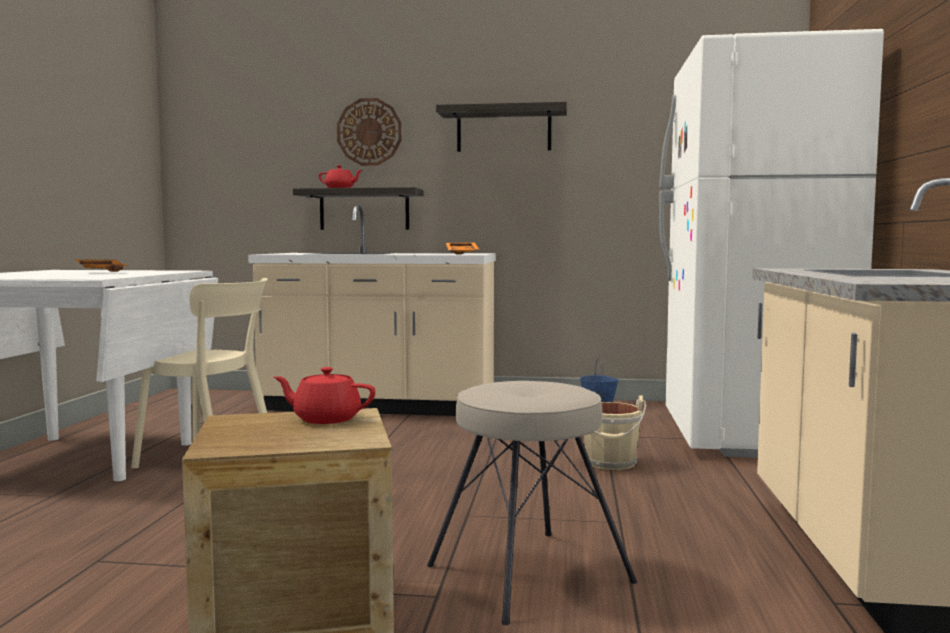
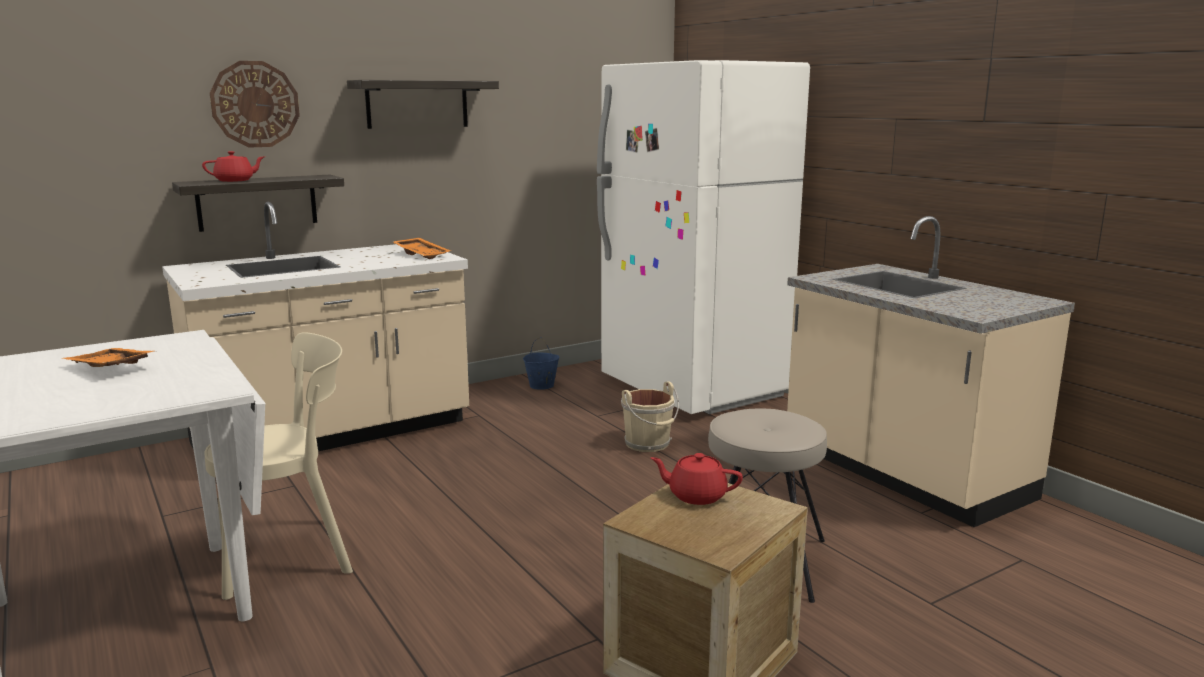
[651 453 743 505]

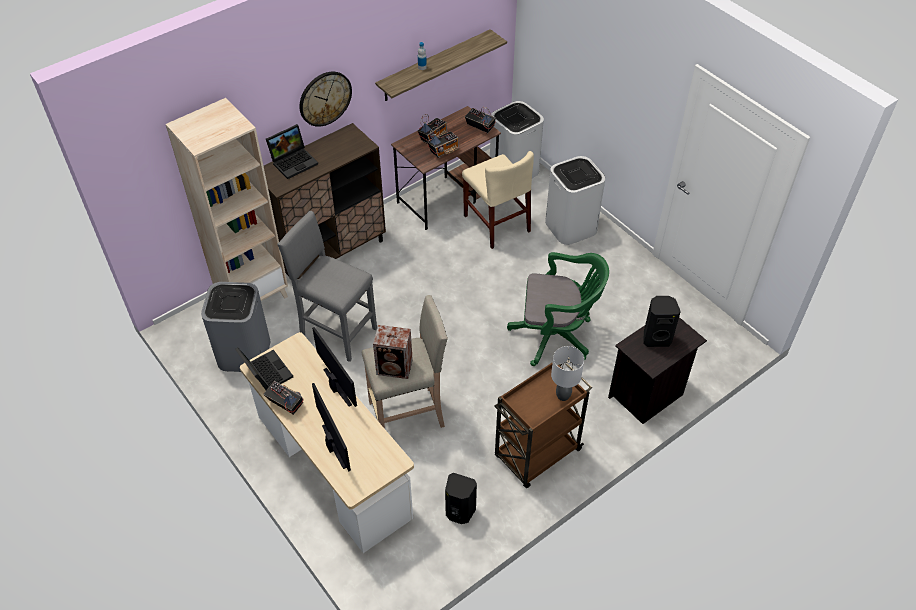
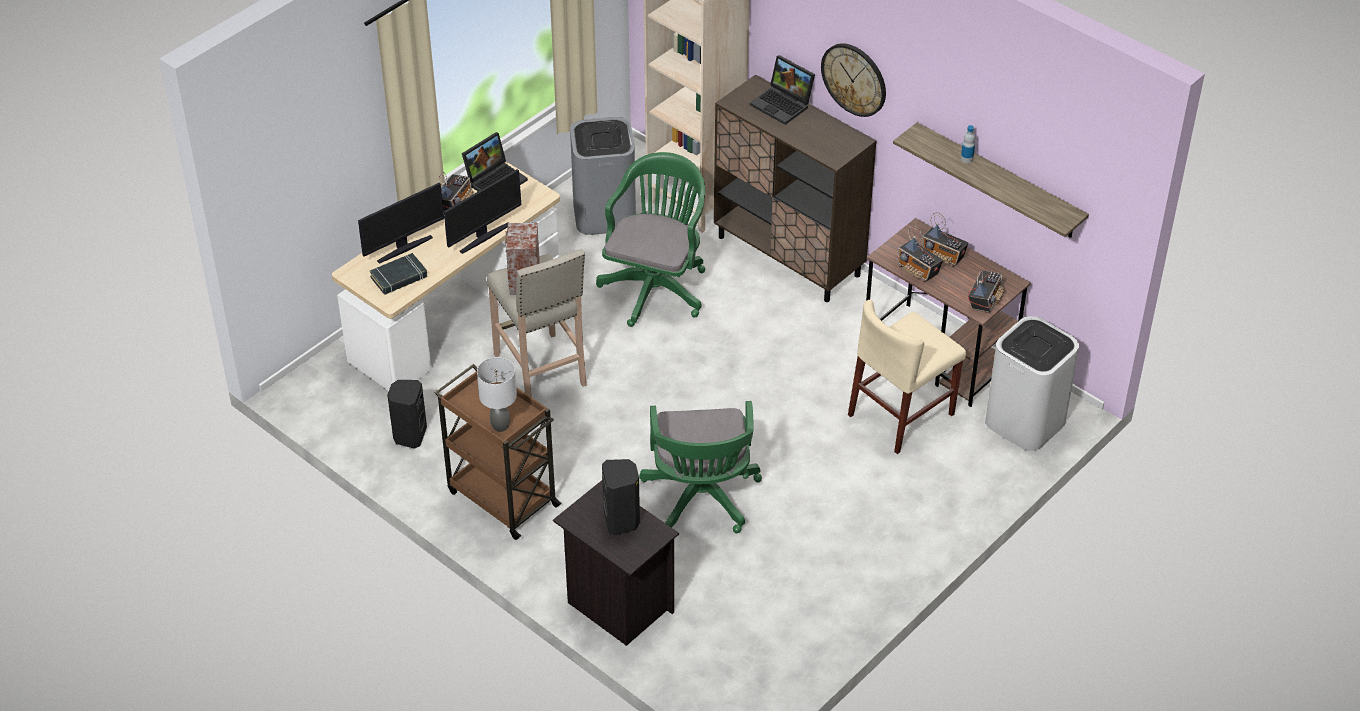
[370 253 427 295]
[596 152 705 327]
[545 156 605 245] (first image)

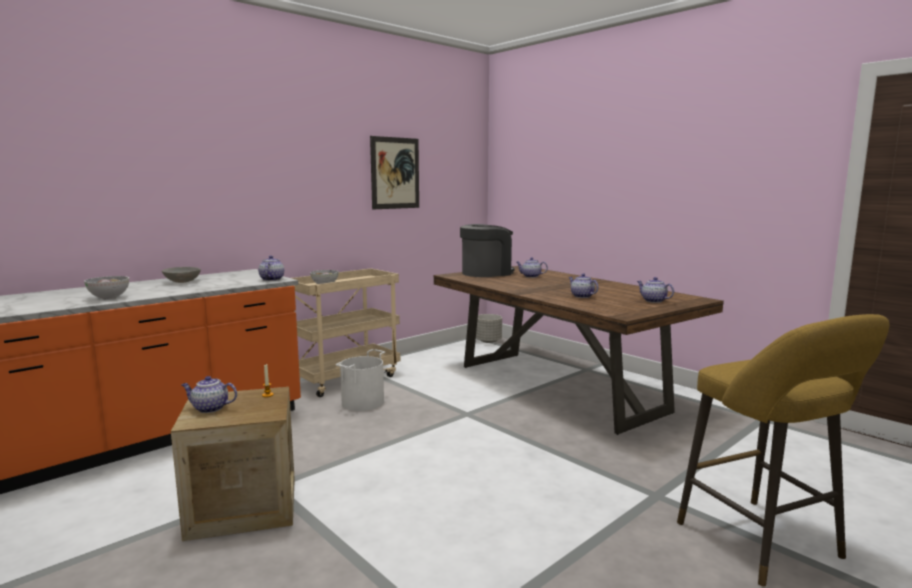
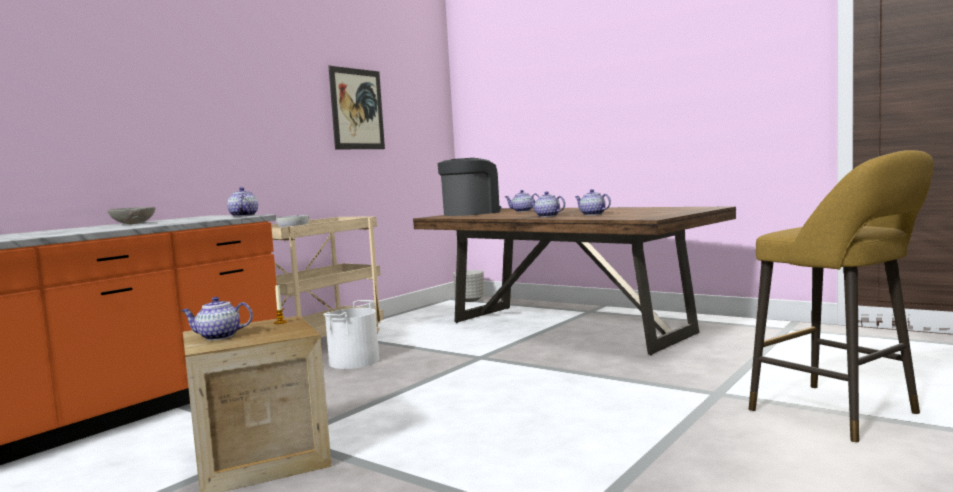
[530 192 565 217]
[84 276 129 299] (first image)

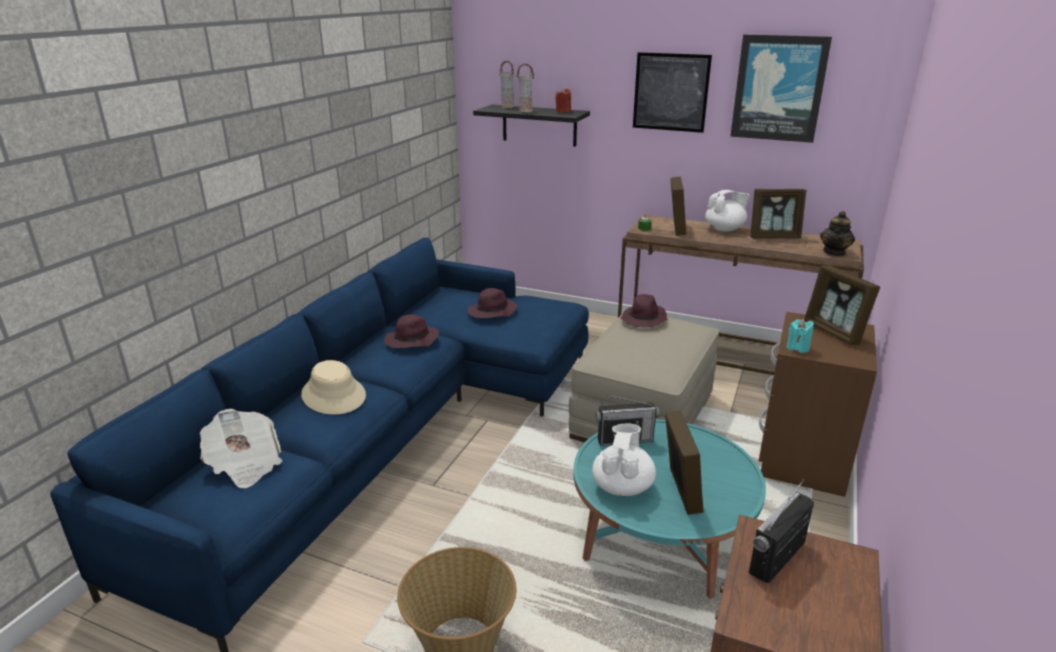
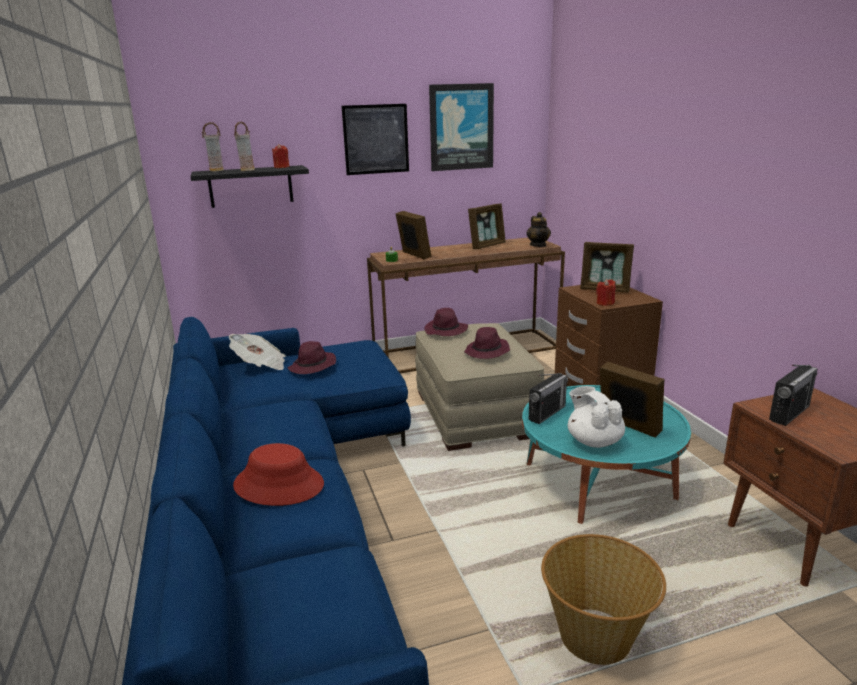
[229 334 286 370]
[233 443 324 506]
[464 327 510 359]
[596 279 616 306]
[769 365 818 426]
[705 190 750 231] (first image)

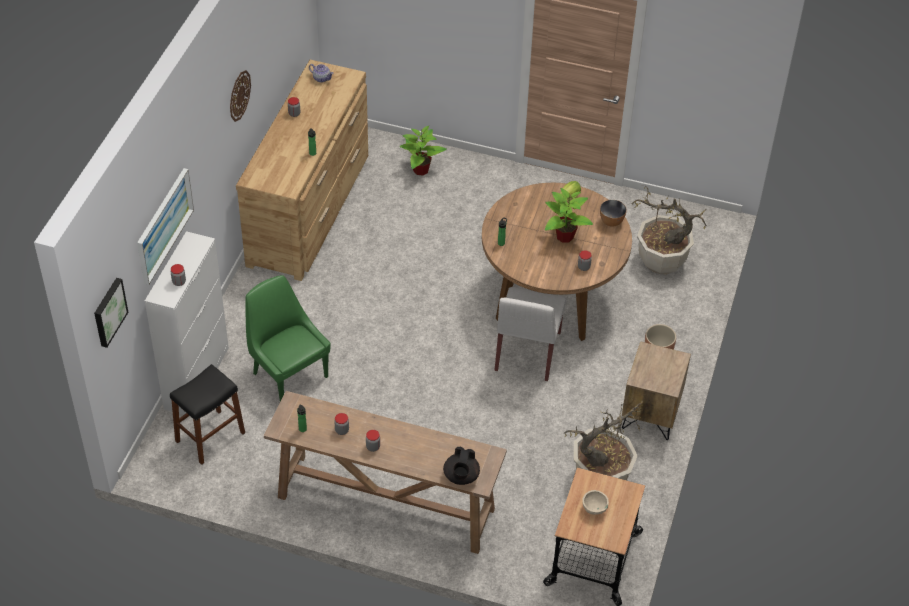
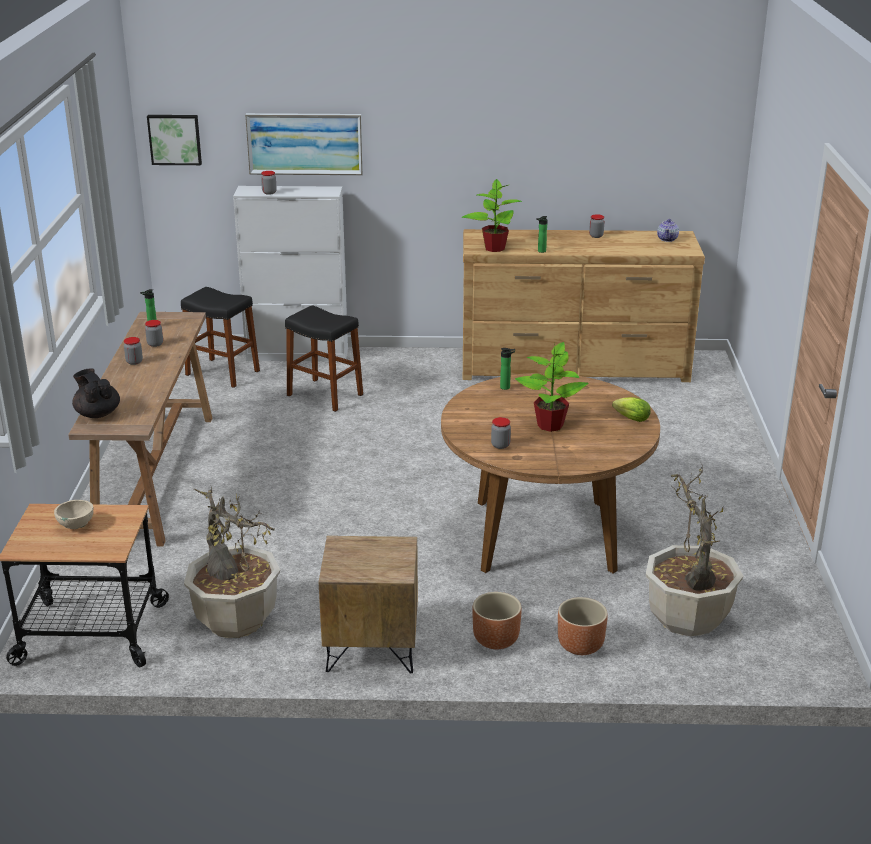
[72 368 120 418]
[285 305 363 412]
[462 179 522 252]
[558 597 608 655]
[230 70 251 122] (first image)
[494 287 566 381] (first image)
[600 200 627 227] (first image)

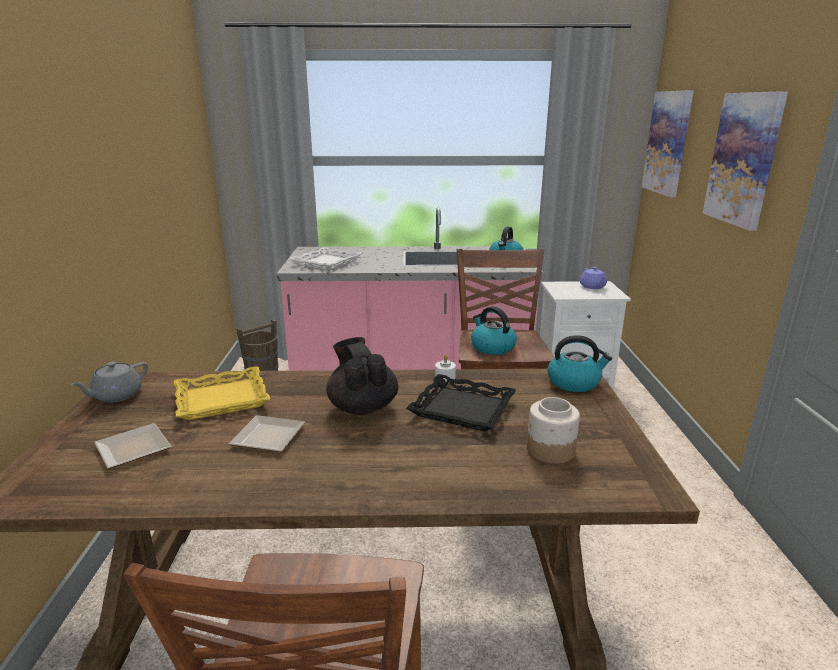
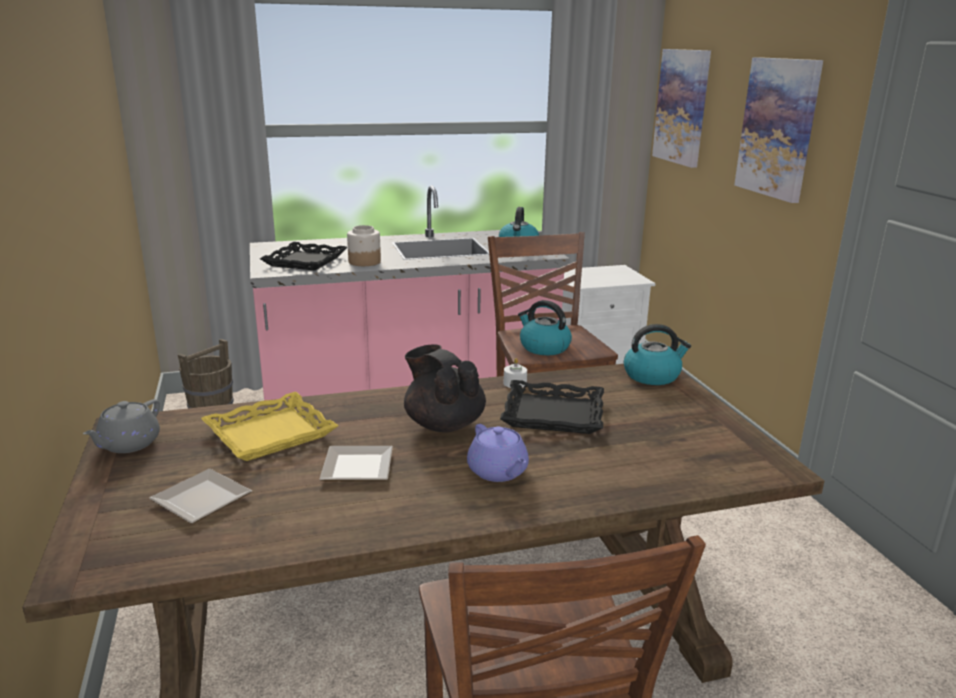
[260 242 347 270]
[347 225 381 266]
[467 424 529 482]

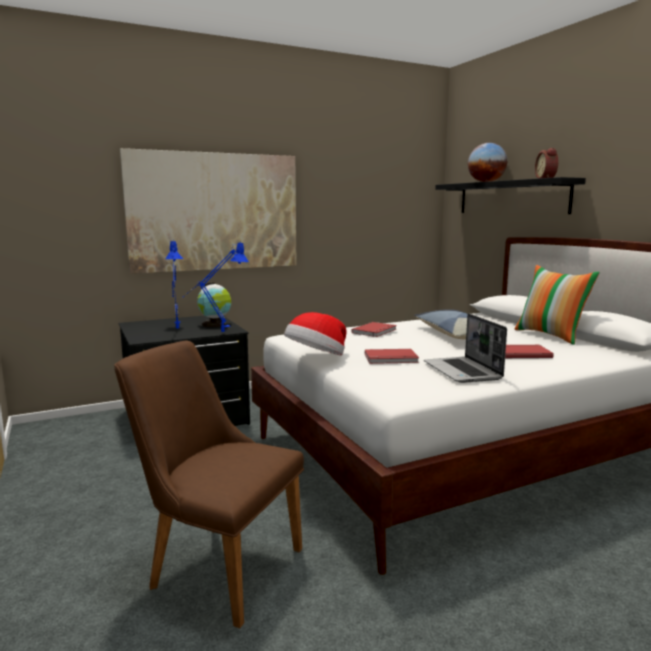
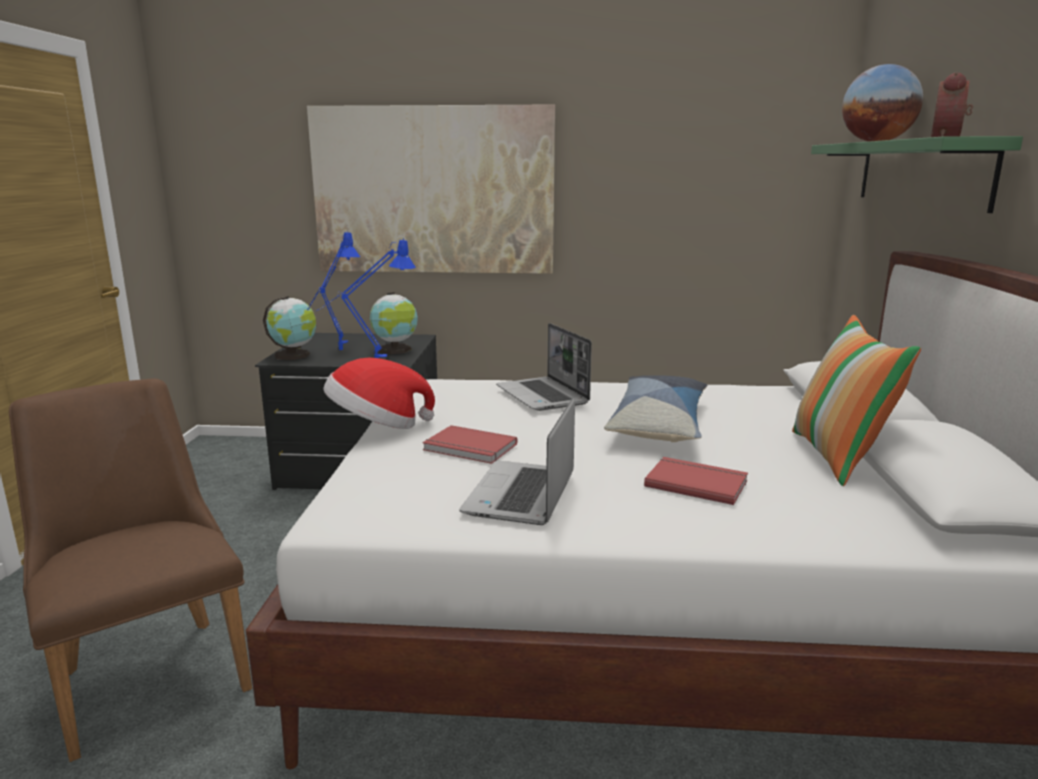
[263 296 316 360]
[496 323 592 411]
[811 136 1023 213]

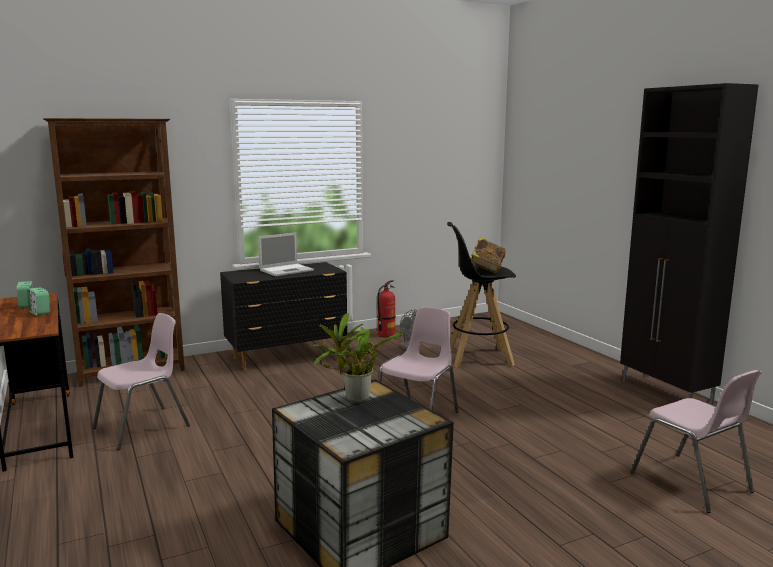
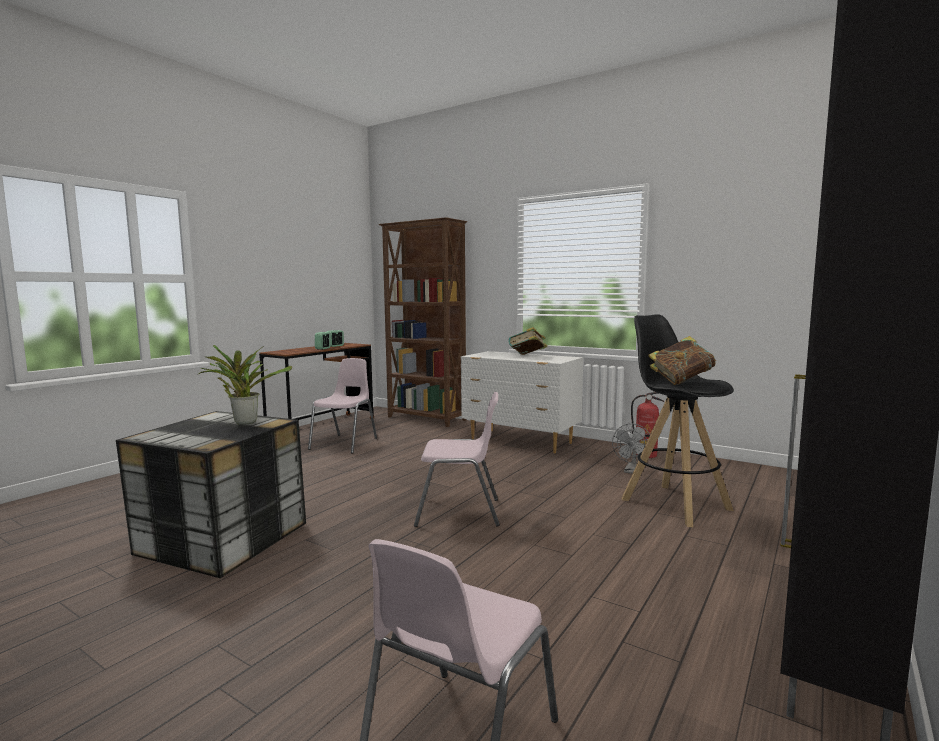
[308 358 377 453]
[461 351 583 453]
[508 327 547 355]

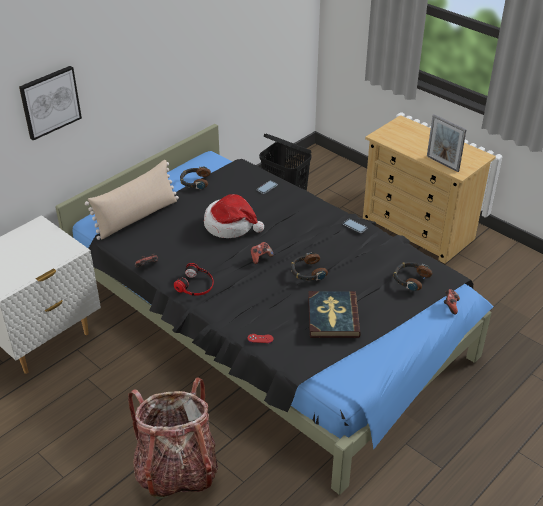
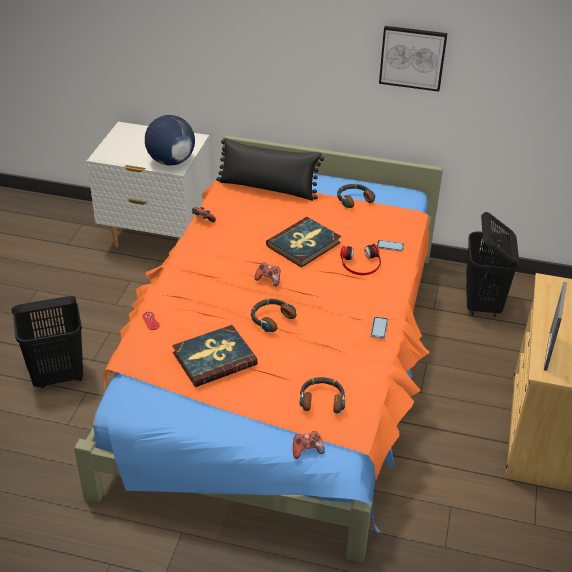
[11 296 83 388]
[74 135 443 563]
[145 115 195 165]
[216 138 324 201]
[266 217 341 268]
[340 244 381 275]
[379 26 448 92]

